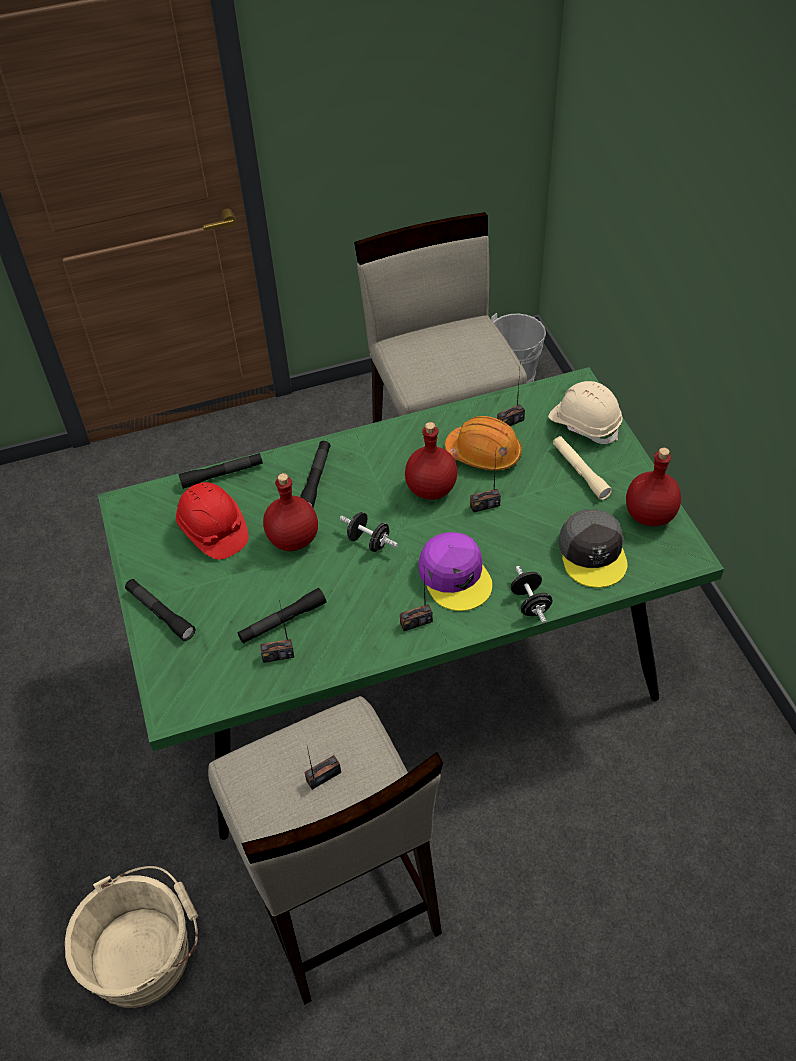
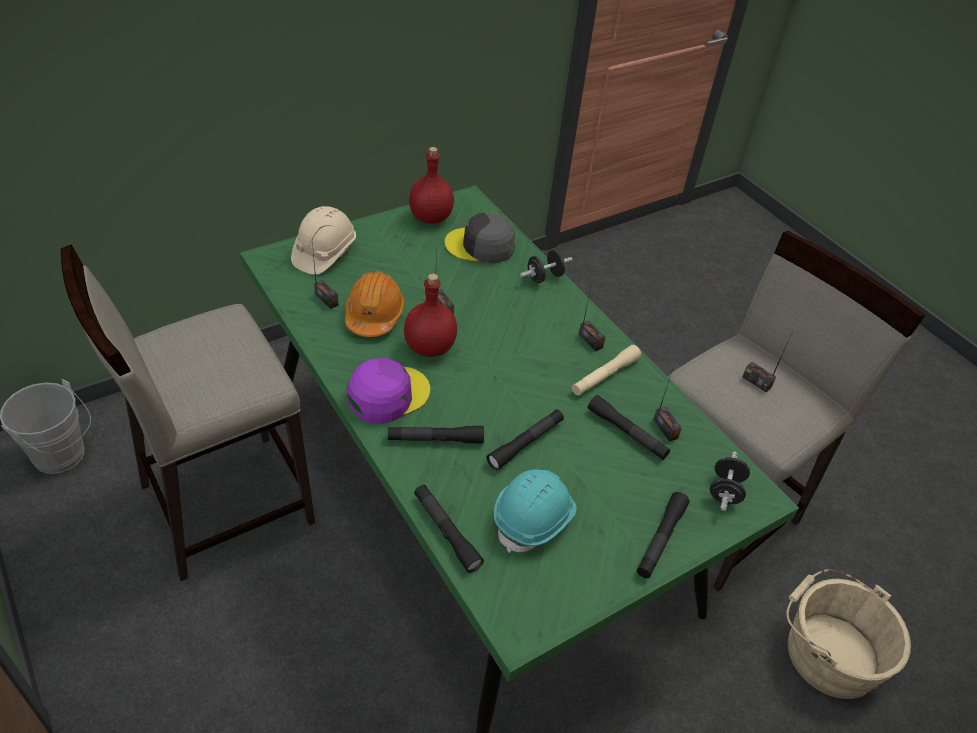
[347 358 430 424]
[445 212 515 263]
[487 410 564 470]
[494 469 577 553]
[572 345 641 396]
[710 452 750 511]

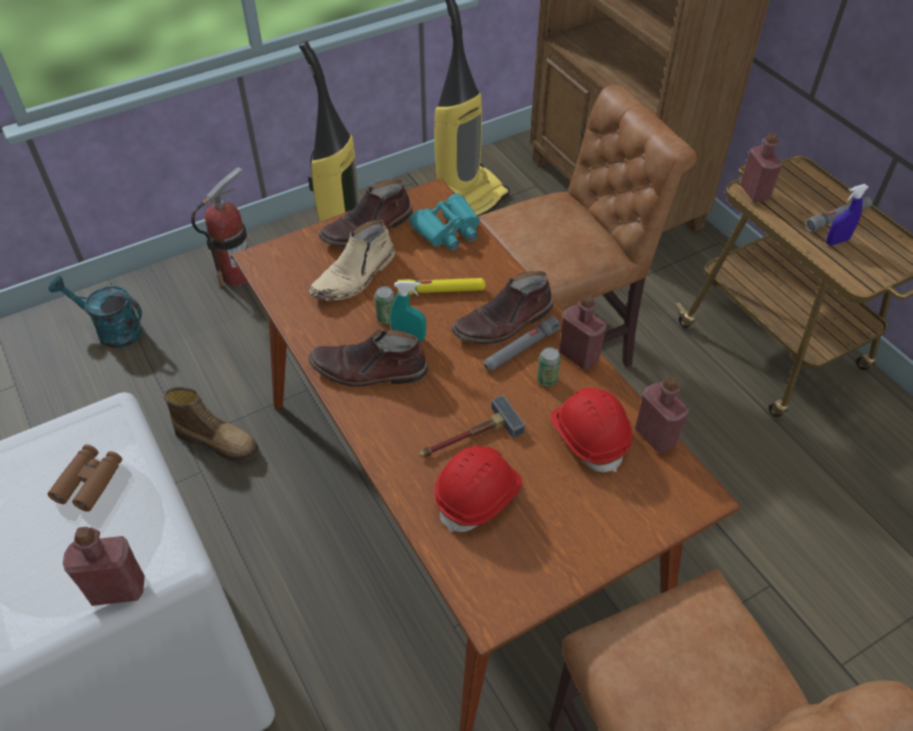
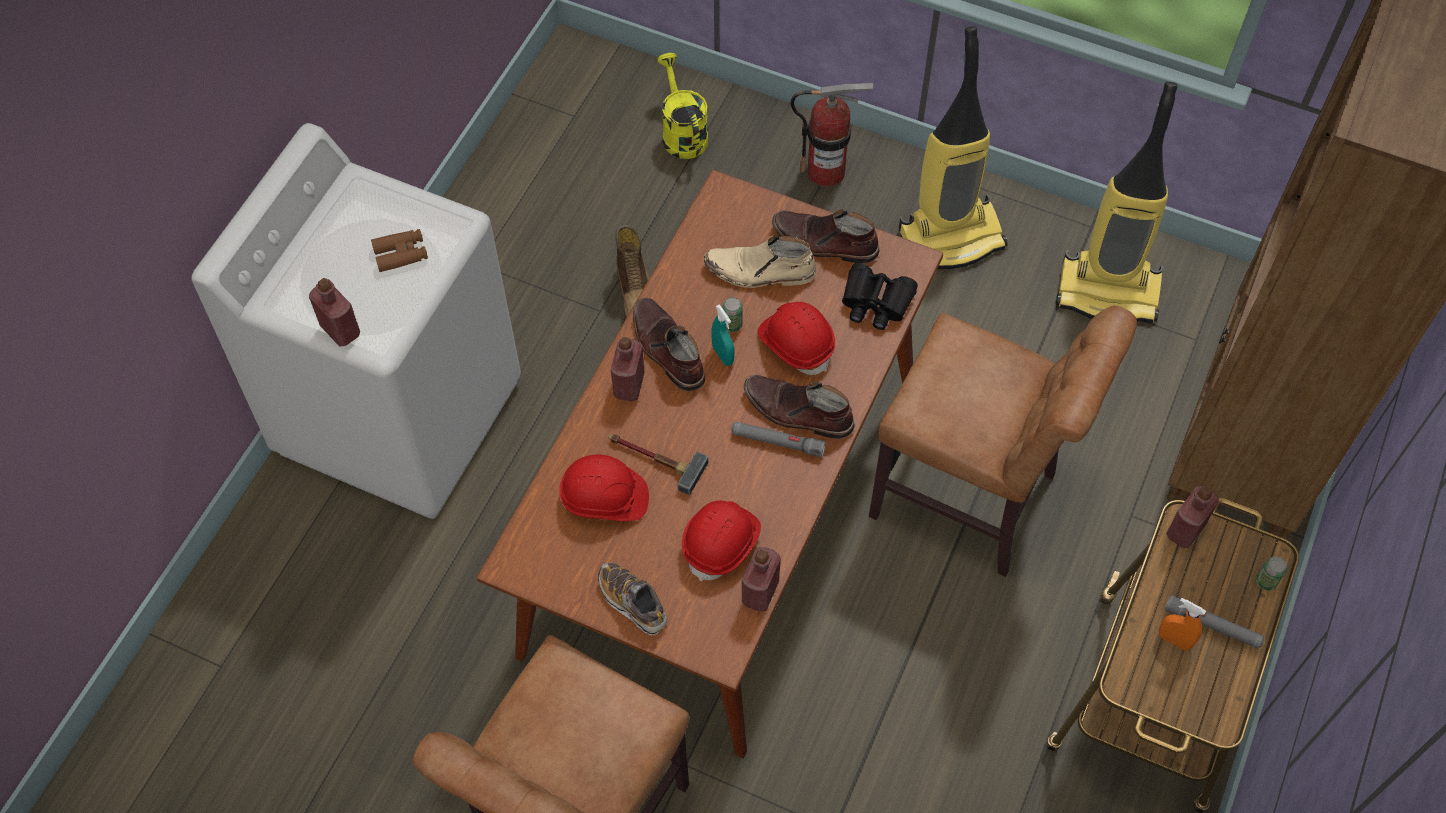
[598 562 667 636]
[611 337 645 401]
[657 53 708 159]
[758 302 835 375]
[842 263 918 330]
[1159 598 1206 650]
[1256 556 1287 591]

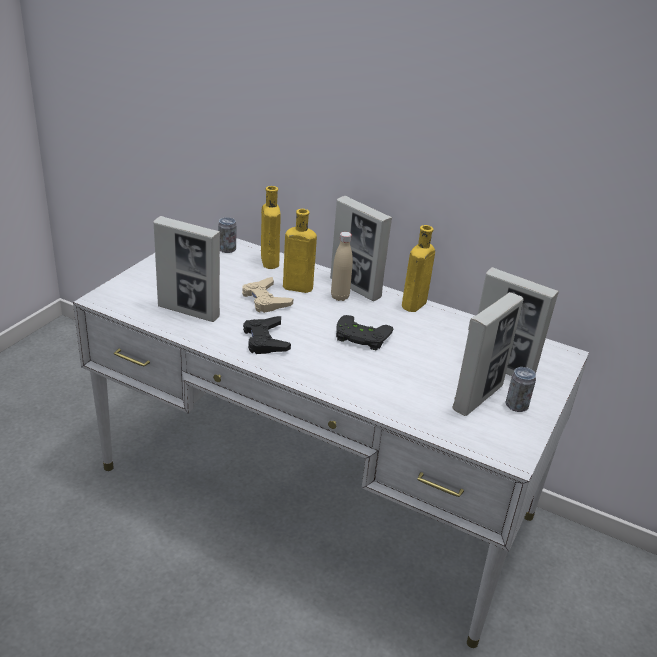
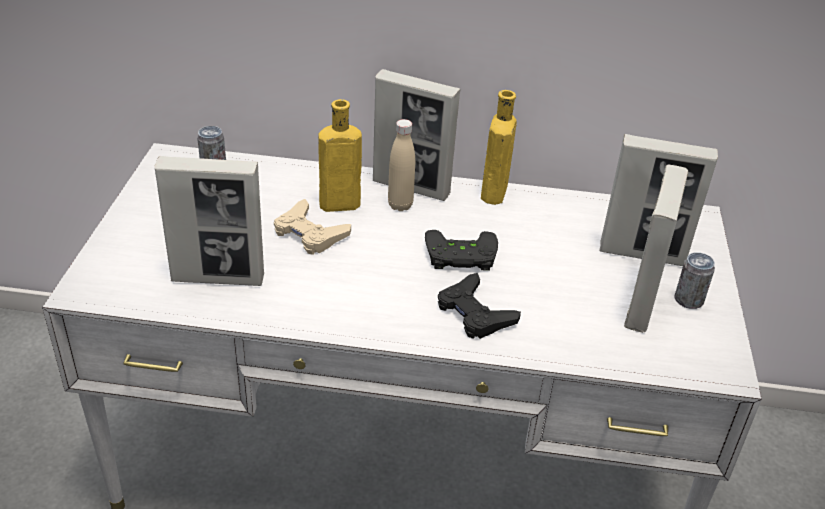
[438 273 521 339]
[261 186 281 269] (first image)

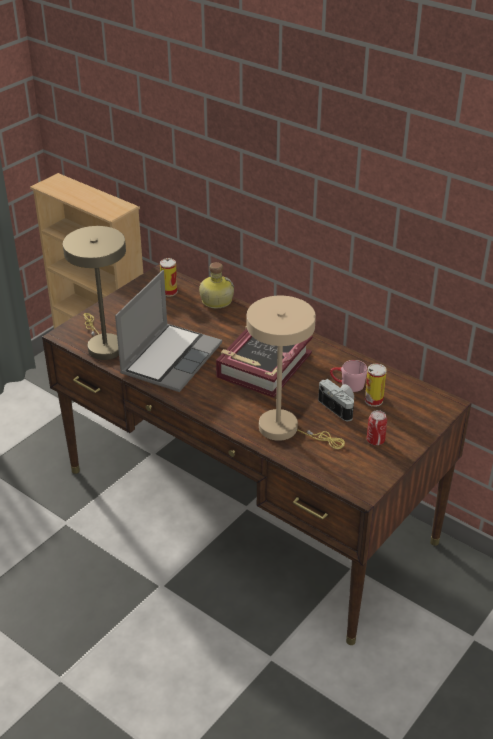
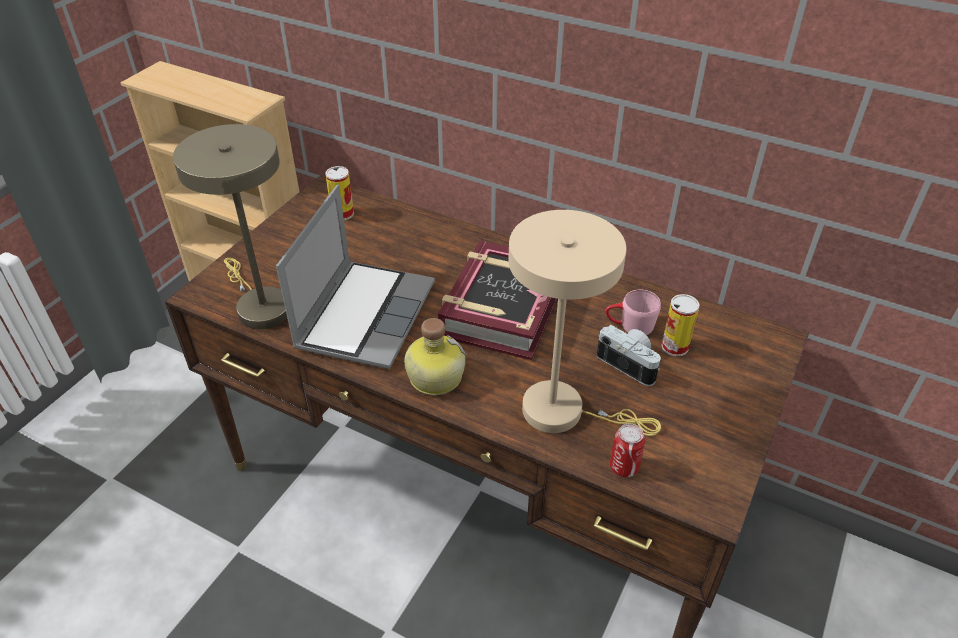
[404 318 466 395]
[610 423 645 477]

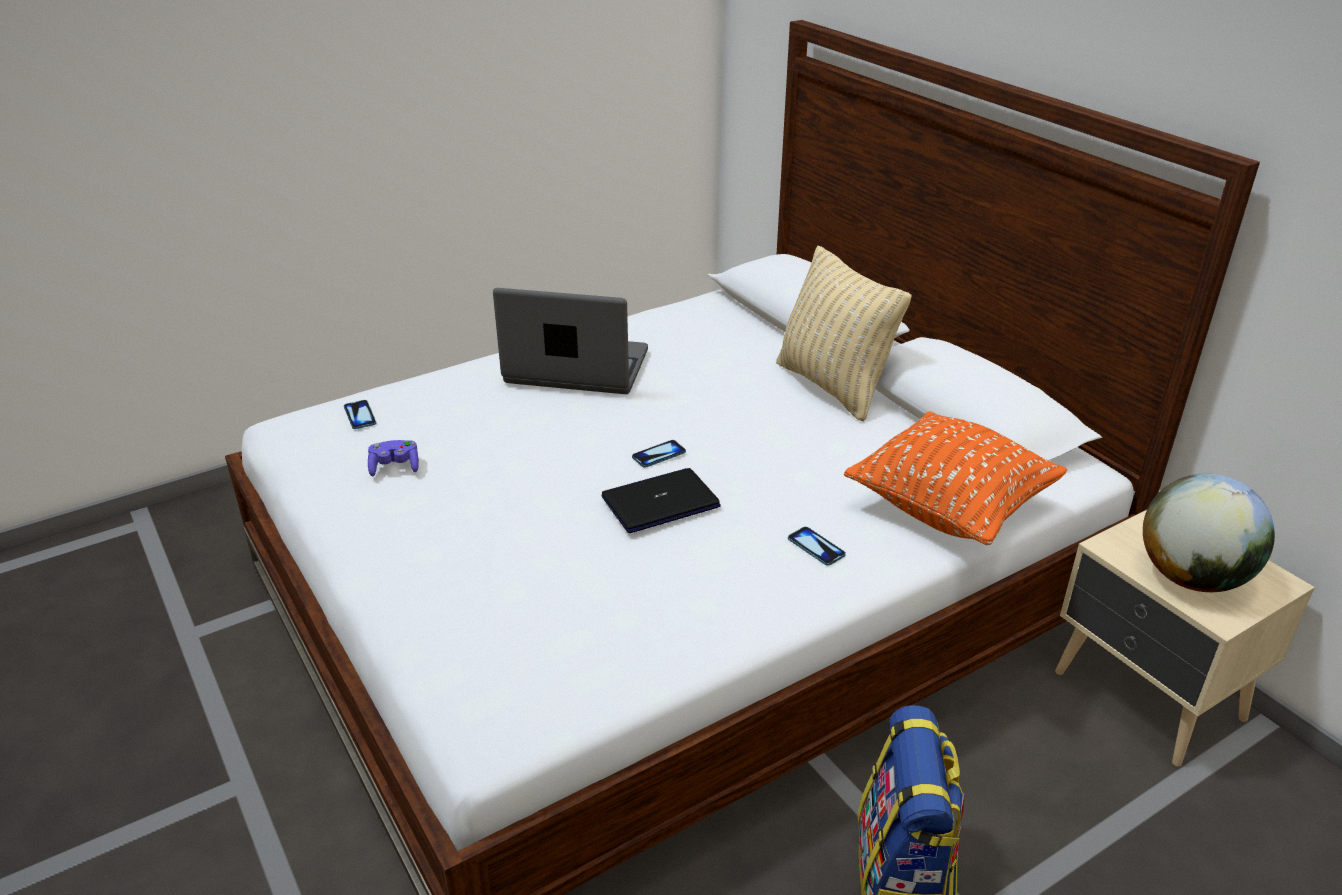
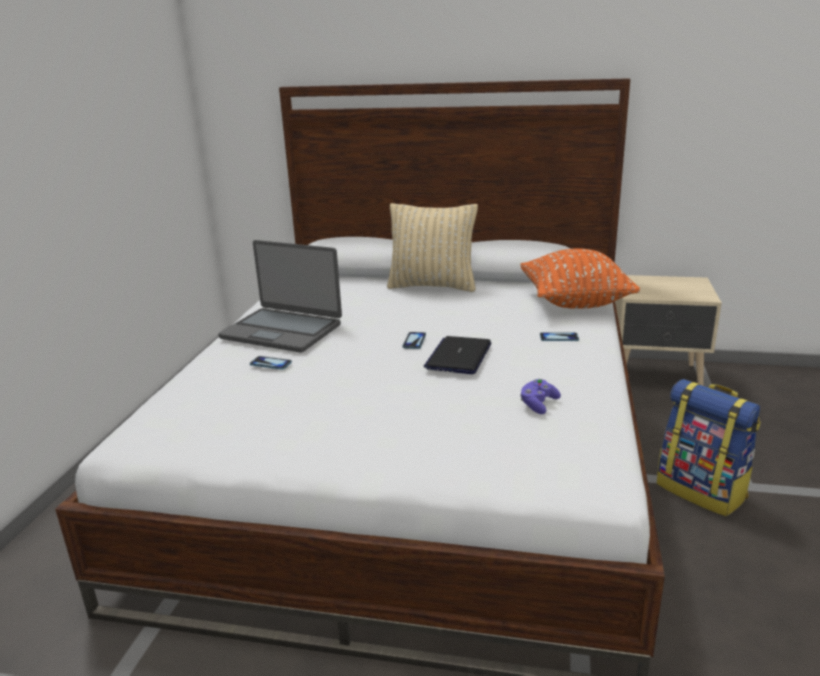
[218 240 342 353]
[250 356 292 370]
[520 379 561 414]
[1143 474 1275 592] (first image)

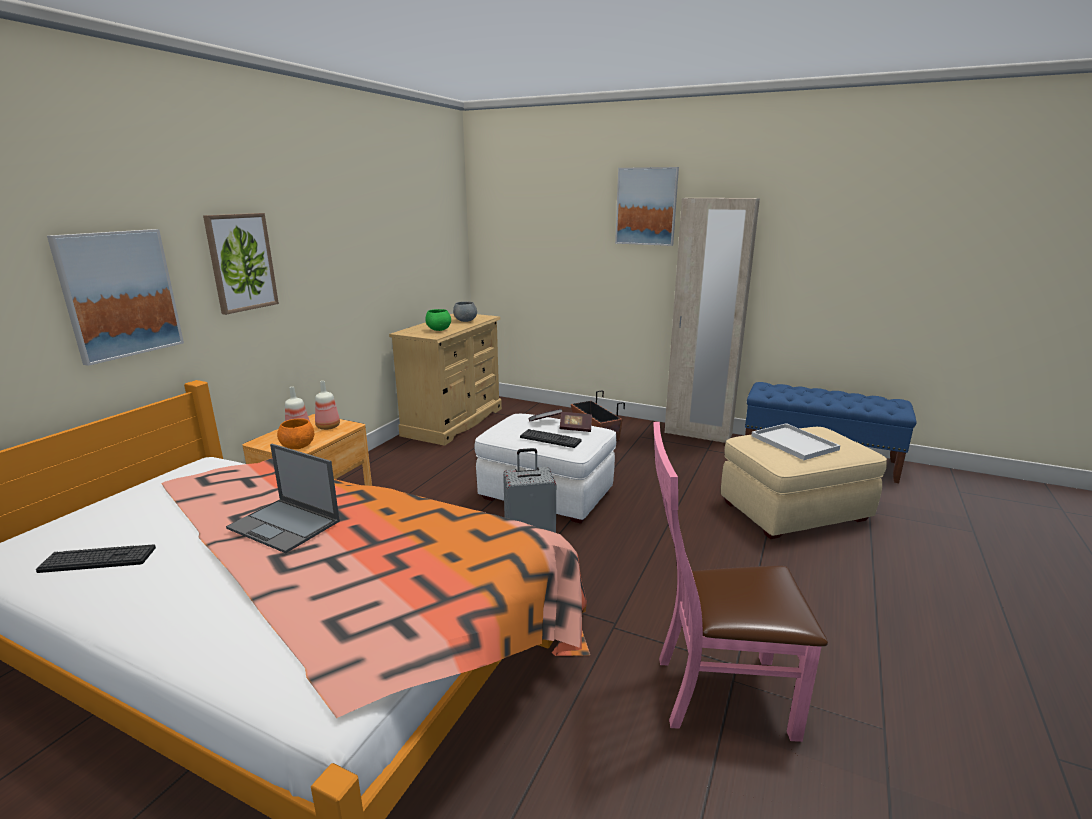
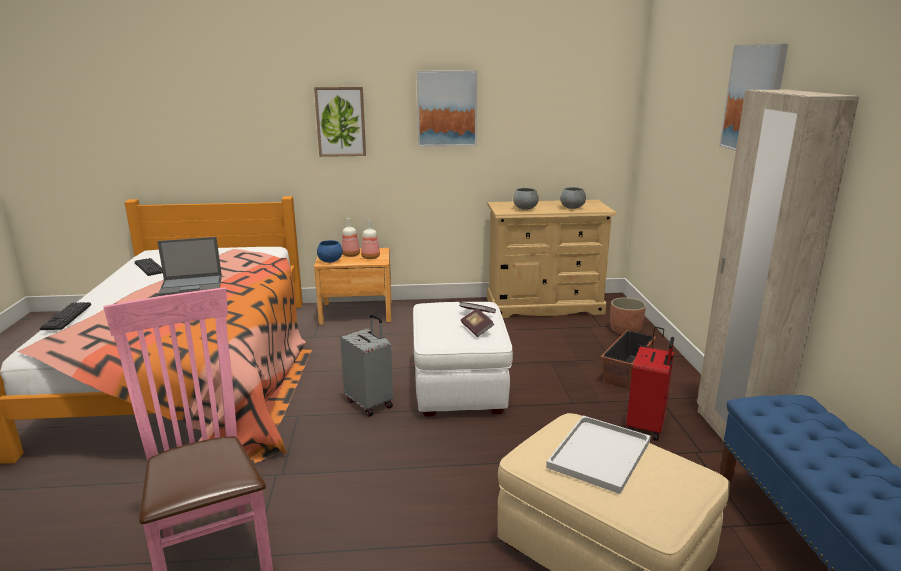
[40 302 91 330]
[157 237 222 296]
[317 240 343 263]
[417 70 477 147]
[513 188 539 210]
[610 298 646 334]
[626 337 674 441]

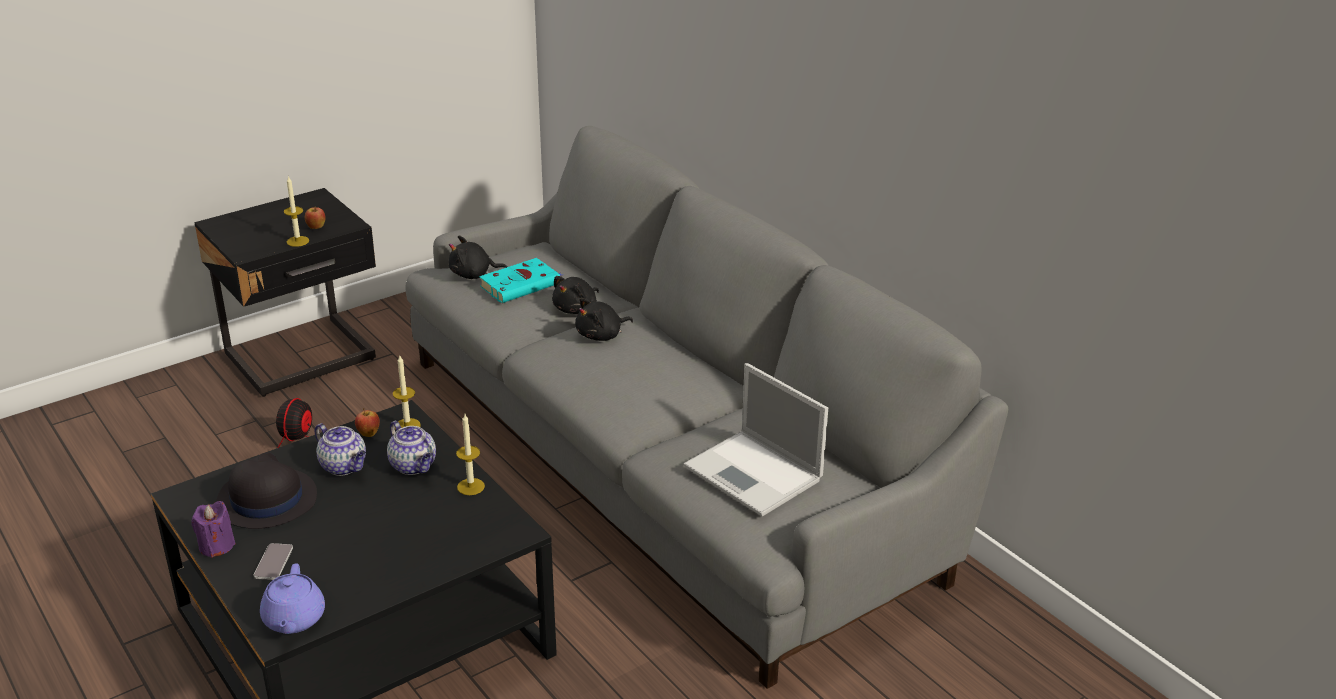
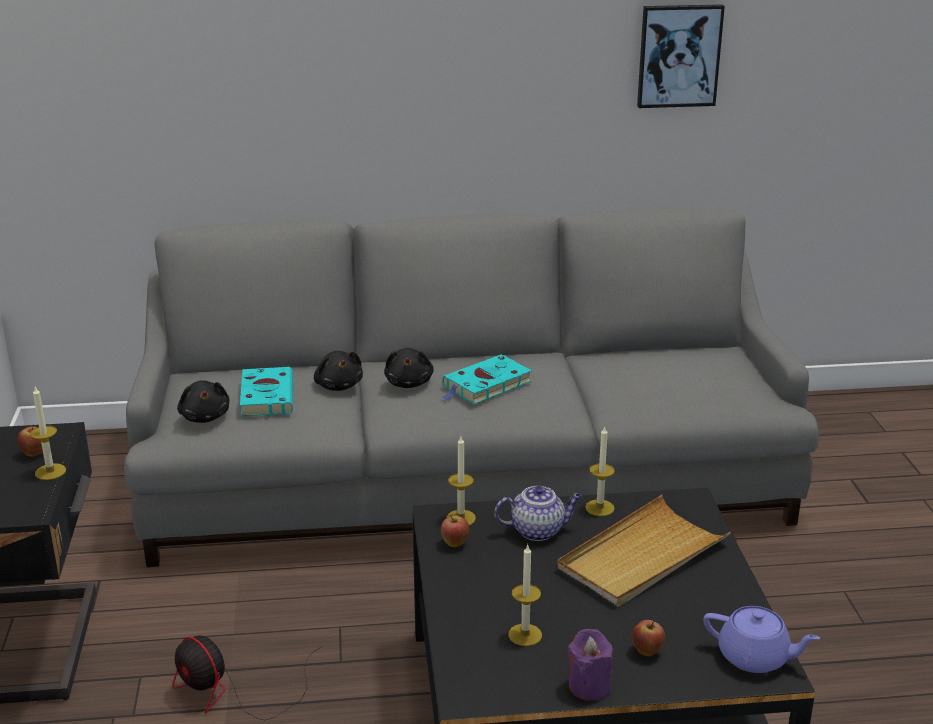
[177 380 230 423]
[442 354 532 404]
[508 544 542 646]
[557 495 731 607]
[632 620 665 656]
[637 4 725 108]
[314 423 366 476] (first image)
[684 363 828 516] (first image)

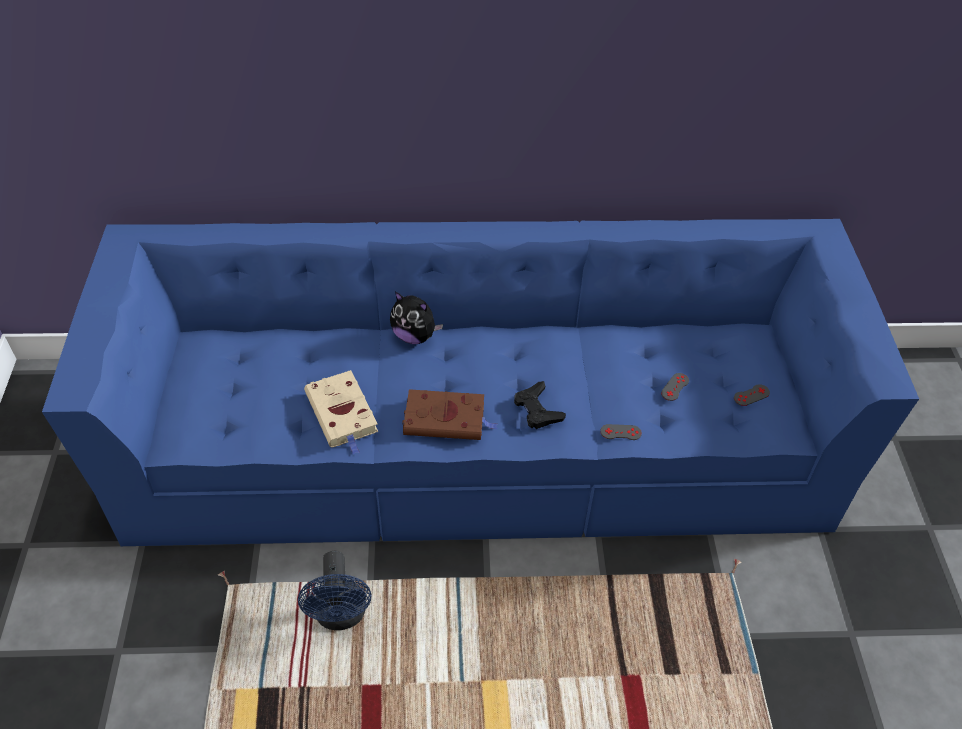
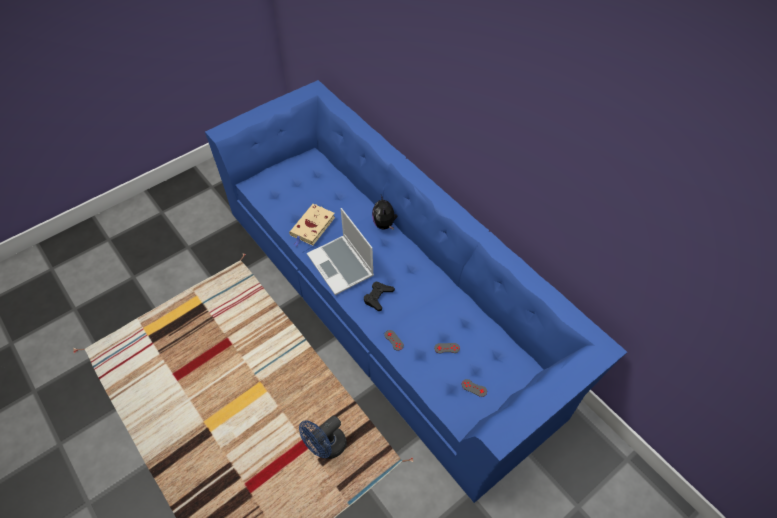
[299 415 347 459]
[307 208 374 295]

